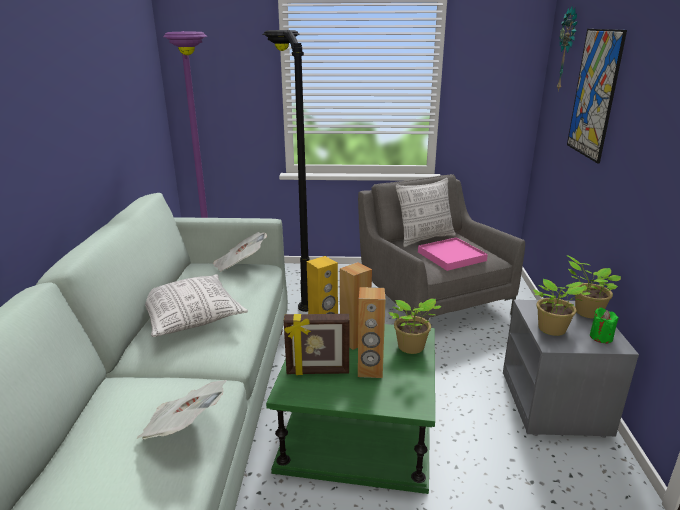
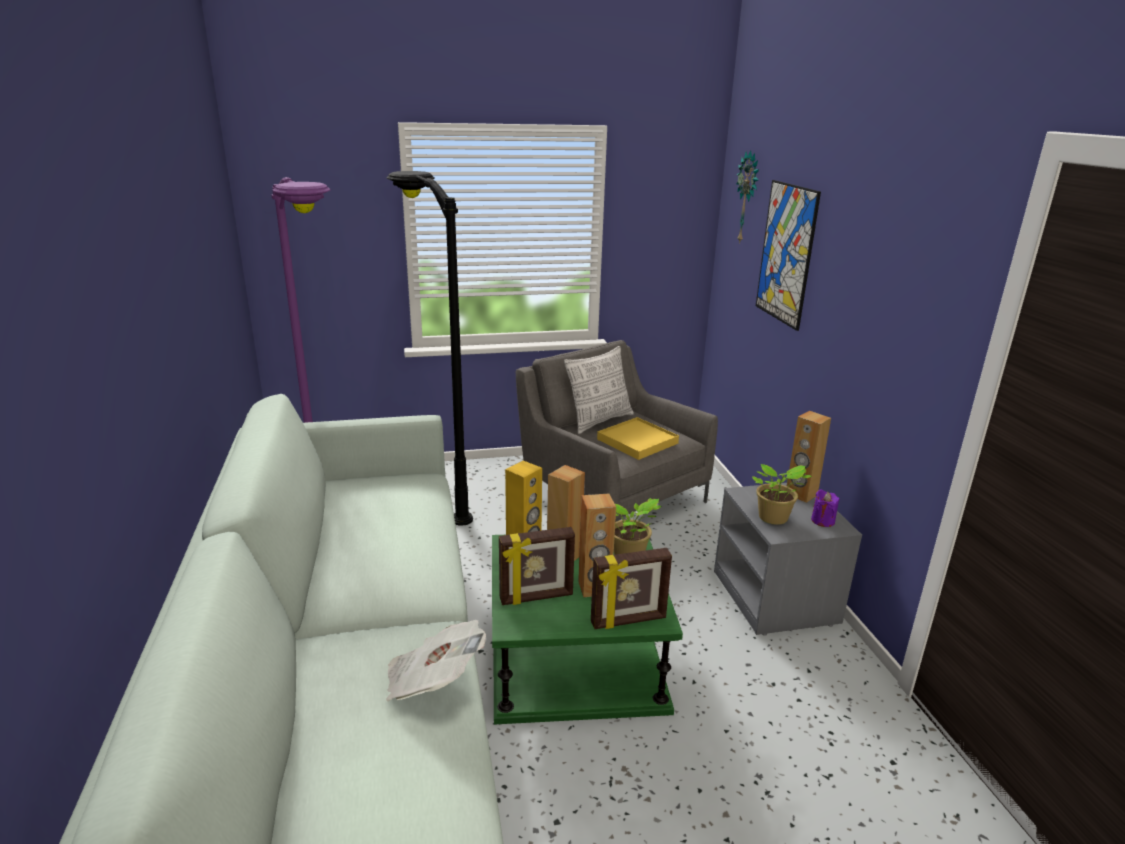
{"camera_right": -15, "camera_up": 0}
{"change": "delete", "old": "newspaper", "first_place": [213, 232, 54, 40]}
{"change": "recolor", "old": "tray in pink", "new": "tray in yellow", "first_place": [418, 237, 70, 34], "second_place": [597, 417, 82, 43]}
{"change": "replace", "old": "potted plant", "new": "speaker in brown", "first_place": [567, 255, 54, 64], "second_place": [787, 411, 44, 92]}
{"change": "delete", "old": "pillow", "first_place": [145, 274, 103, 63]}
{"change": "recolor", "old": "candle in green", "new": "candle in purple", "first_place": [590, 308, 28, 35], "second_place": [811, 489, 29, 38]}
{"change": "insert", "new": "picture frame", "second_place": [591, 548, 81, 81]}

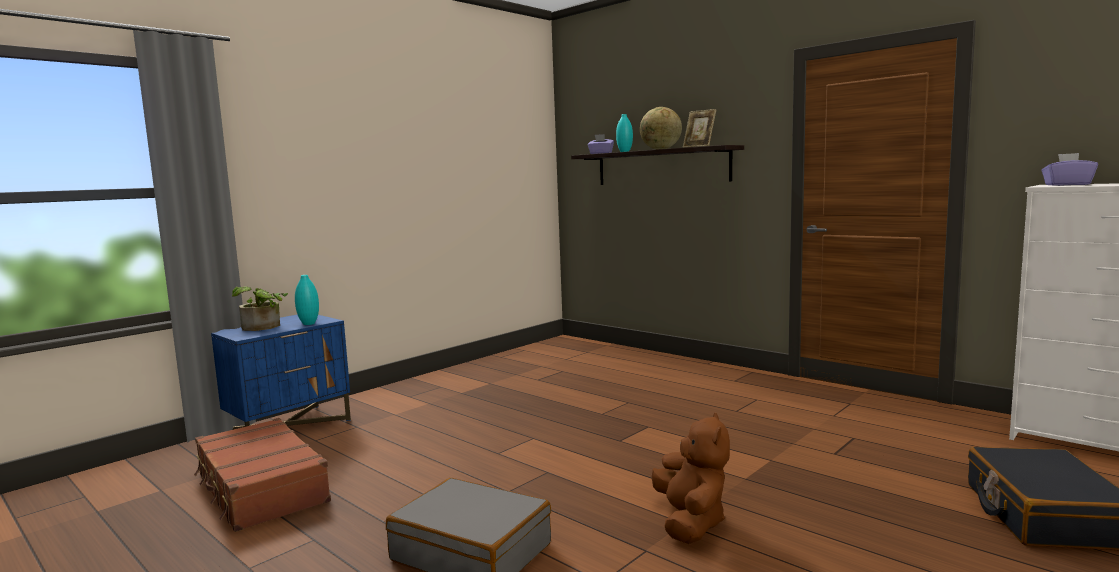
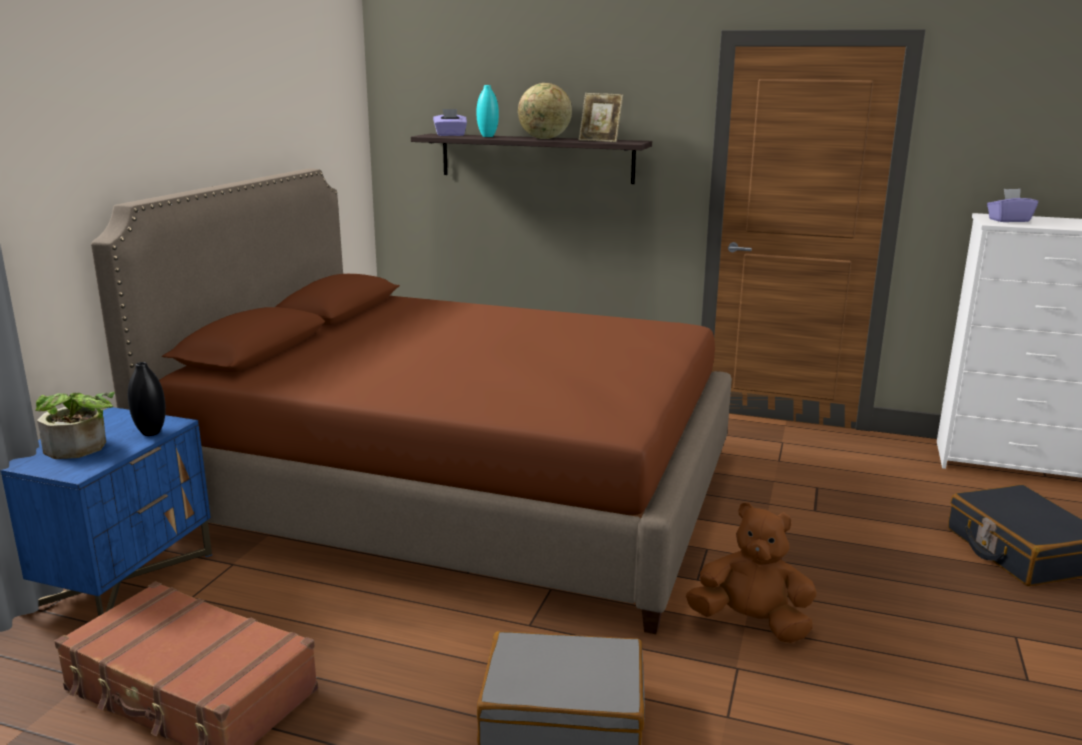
{"camera_right": -25, "camera_up": 10}
{"change": "recolor", "old": "vase in turquoise", "new": "vase in black", "first_place": [295, 275, 24, 50], "second_place": [128, 362, 38, 74]}
{"change": "rotate", "old": "plush toy in brown", "first_place": [651, 412, 79, 132], "second_place": [686, 503, 131, 140], "degrees": -45}
{"change": "insert", "new": "bed in brown", "second_place": [91, 169, 641, 465]}

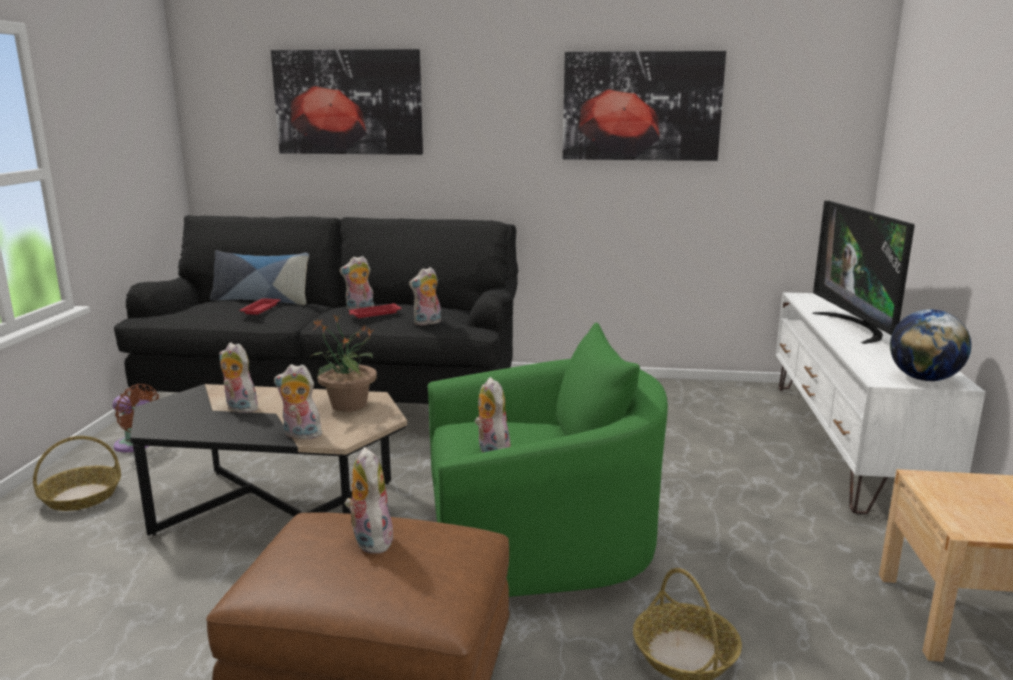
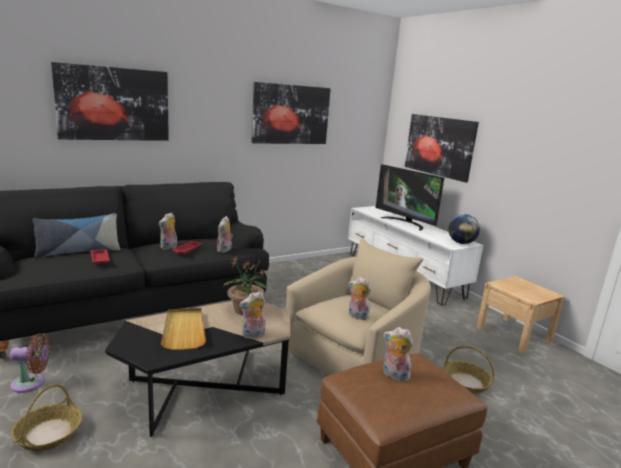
{"camera_right": -40, "camera_up": 0}
{"change": "recolor", "old": "armchair in green", "new": "armchair in beige", "first_place": [428, 323, 240, 274], "second_place": [286, 239, 145, 136]}
{"change": "replace", "old": "plush toy", "new": "tray in beige", "first_place": [219, 342, 39, 71], "second_place": [161, 308, 45, 42]}
{"change": "insert", "new": "picture", "second_place": [405, 114, 74, 69]}

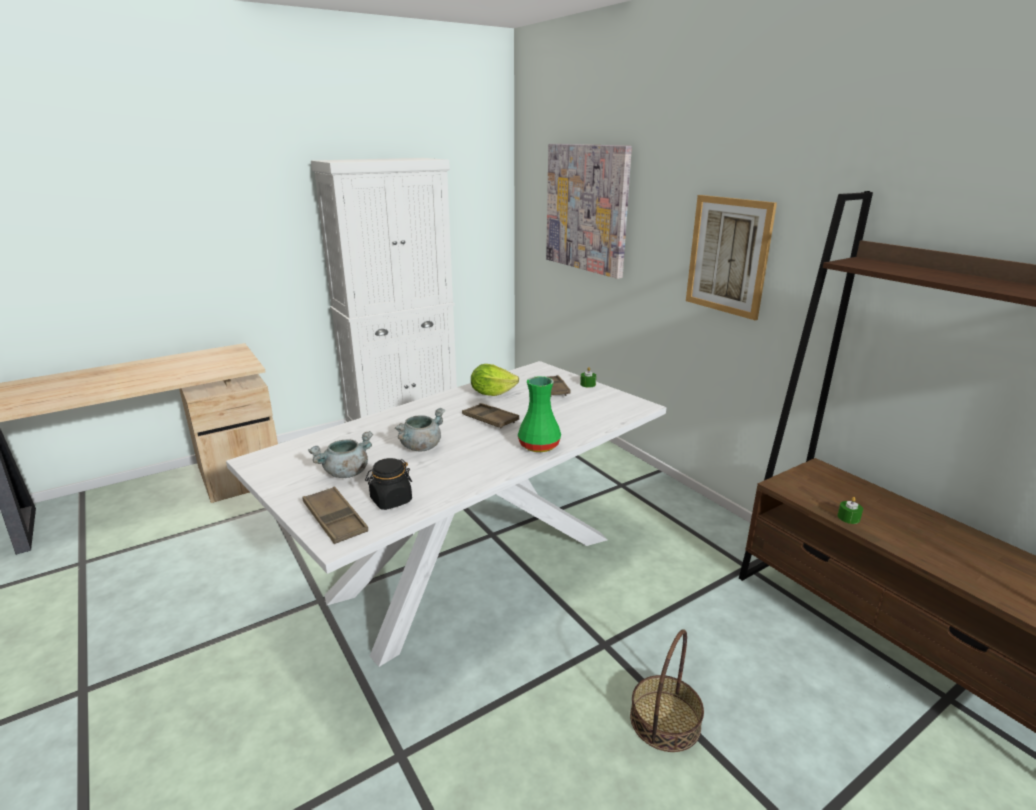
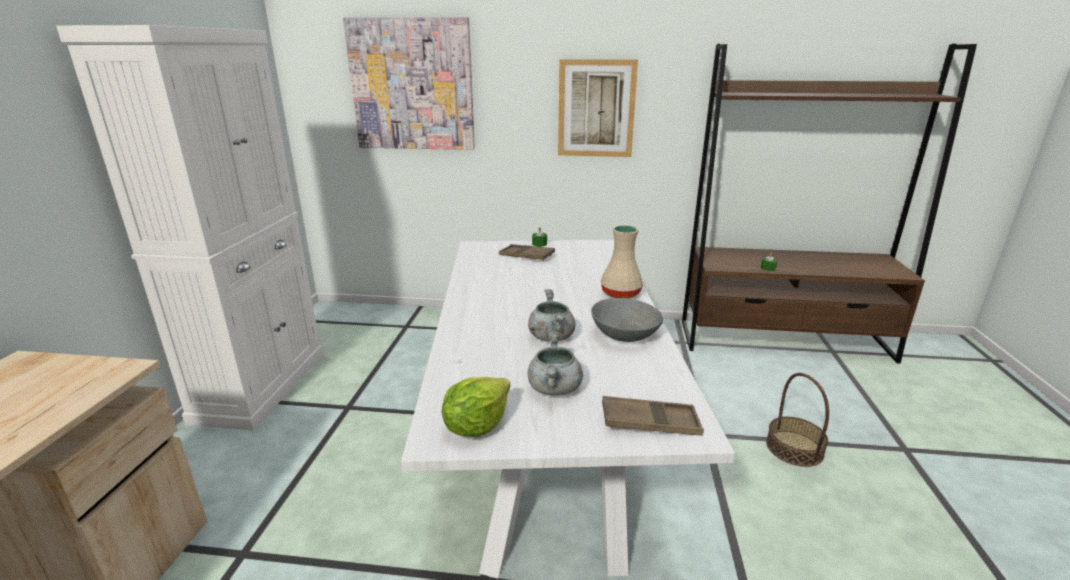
{"camera_right": -50, "camera_up": 0}
{"change": "move", "old": "lettuce", "first_place": [471, 364, 48, 32], "second_place": [442, 377, 68, 60]}
{"change": "recolor", "old": "vase in green", "new": "vase in beige", "first_place": [518, 376, 43, 76], "second_place": [601, 225, 42, 74]}
{"change": "delete", "old": "tray in brown", "first_place": [462, 403, 57, 25]}
{"change": "delete", "old": "jar in black", "first_place": [365, 458, 47, 52]}
{"change": "insert", "new": "bowl in grey", "second_place": [591, 298, 72, 44]}

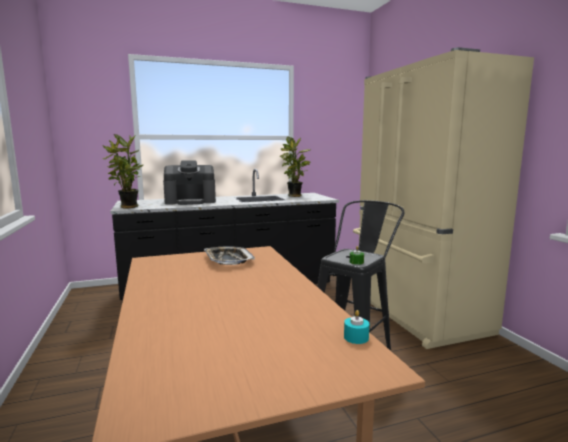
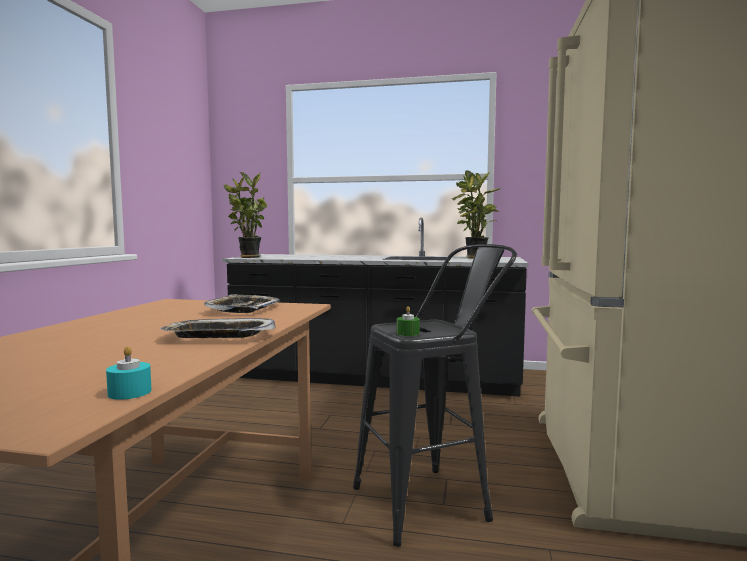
{"camera_right": 30, "camera_up": -5}
{"change": "delete", "old": "coffee machine", "first_place": [163, 160, 53, 45]}
{"change": "insert", "new": "tray", "second_place": [160, 318, 116, 20]}

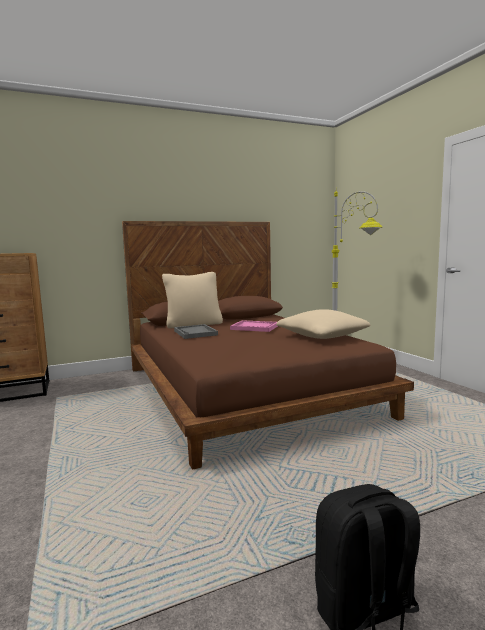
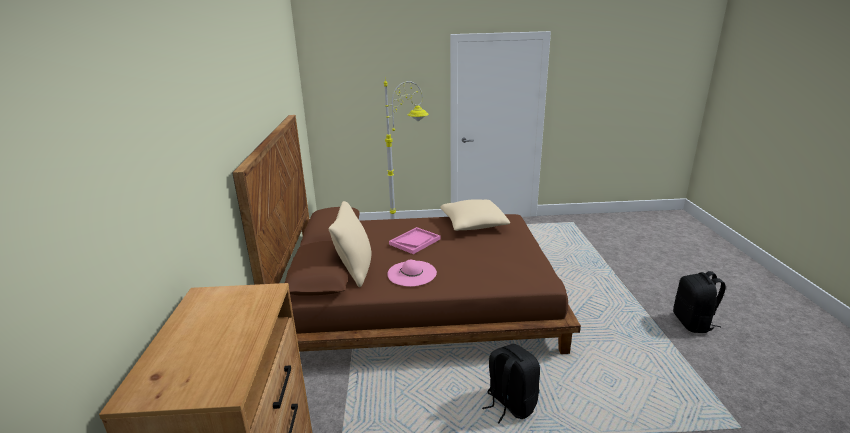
{"camera_right": -70, "camera_up": 15}
{"change": "replace", "old": "tray in grey", "new": "hat in pink", "first_place": [174, 324, 44, 15], "second_place": [387, 260, 50, 27]}
{"change": "insert", "new": "backpack in black", "second_place": [482, 344, 58, 79]}

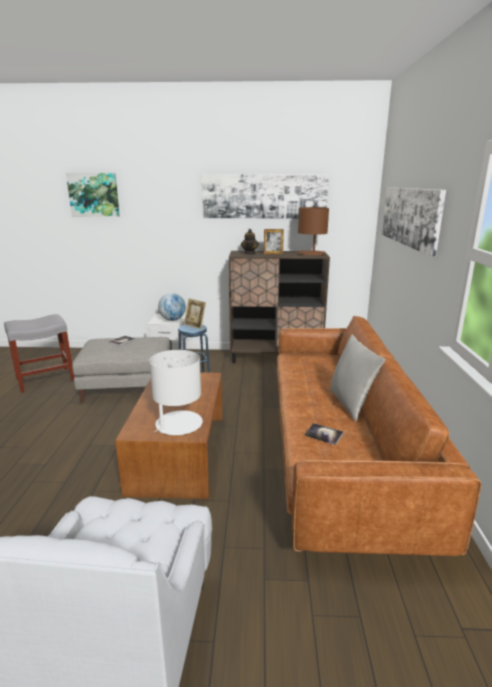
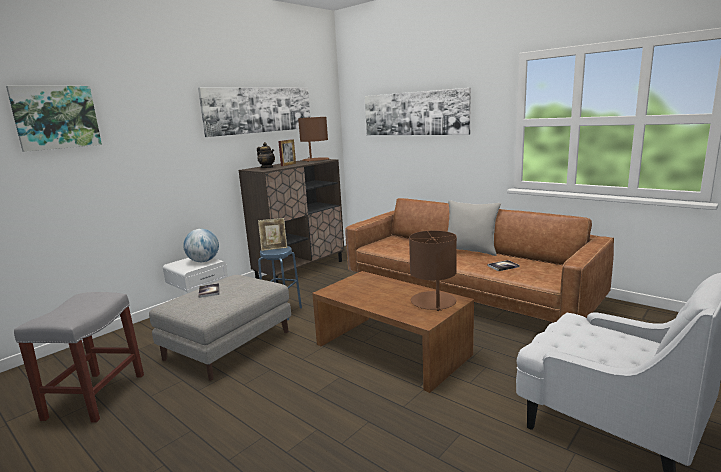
{"camera_right": -50, "camera_up": -5}
{"change": "recolor", "old": "table lamp in white", "new": "table lamp in brown", "first_place": [149, 350, 54, 85], "second_place": [409, 230, 48, 81]}

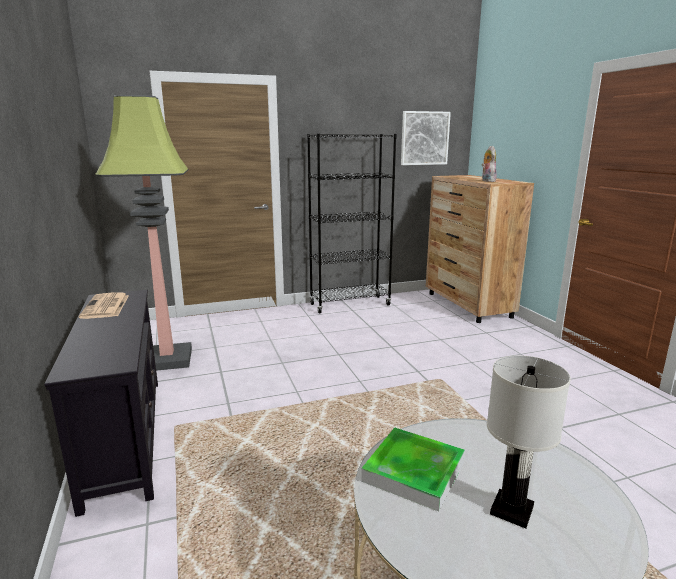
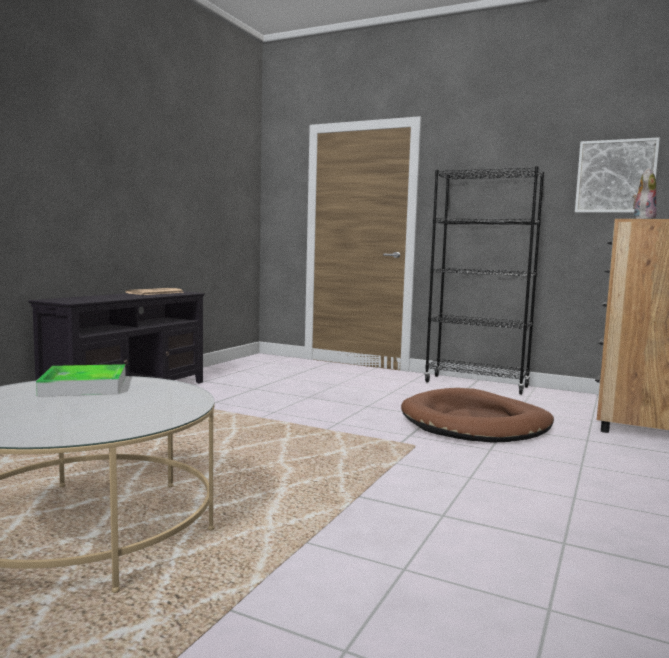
{"camera_right": 45, "camera_up": -10}
{"change": "delete", "old": "floor lamp", "first_place": [95, 95, 97, 276]}
{"change": "delete", "old": "table lamp in white", "first_place": [487, 355, 84, 173]}
{"change": "insert", "new": "dog bed in brown", "second_place": [401, 388, 153, 55]}

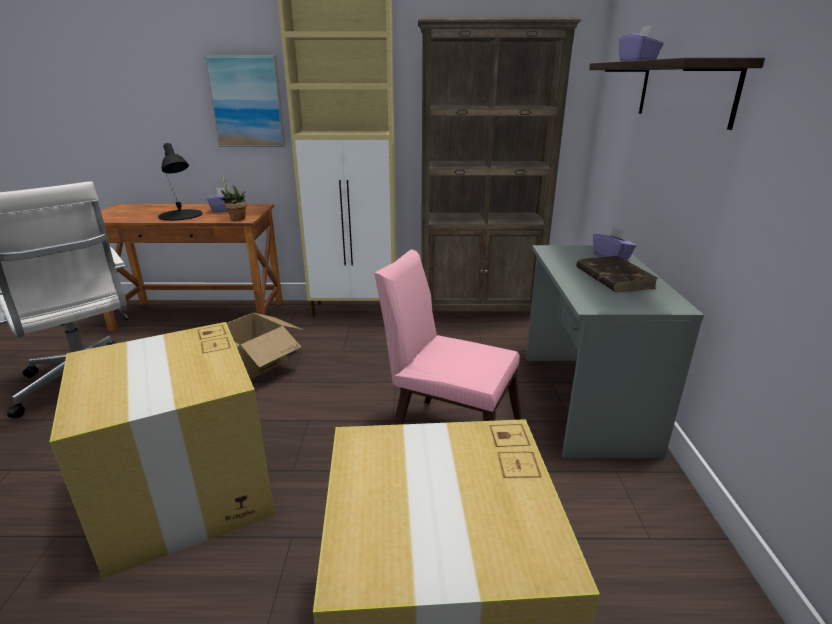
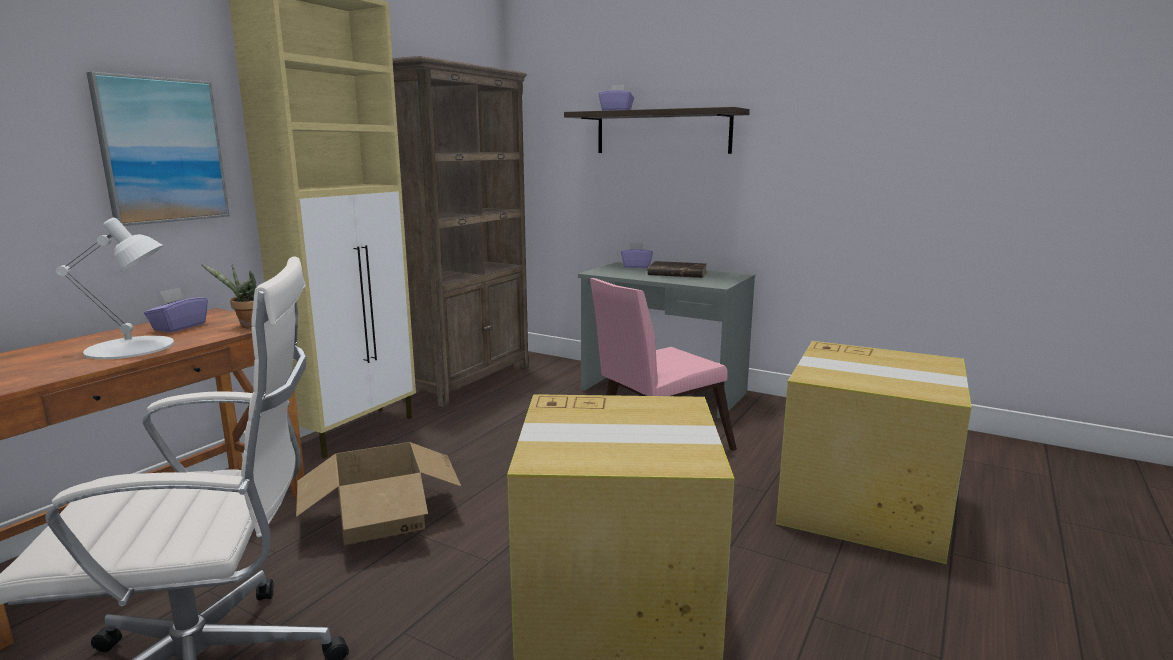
{"camera_right": -60, "camera_up": -10}
{"change": "recolor", "old": "table lamp in black", "new": "table lamp in white", "first_place": [158, 143, 45, 78], "second_place": [56, 218, 118, 141]}

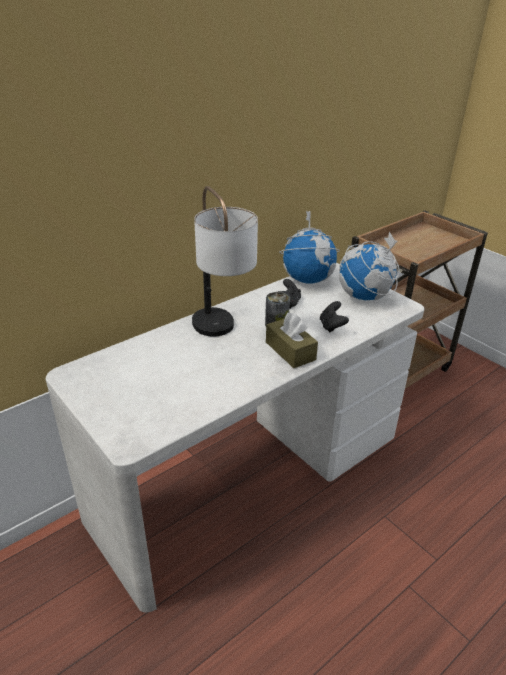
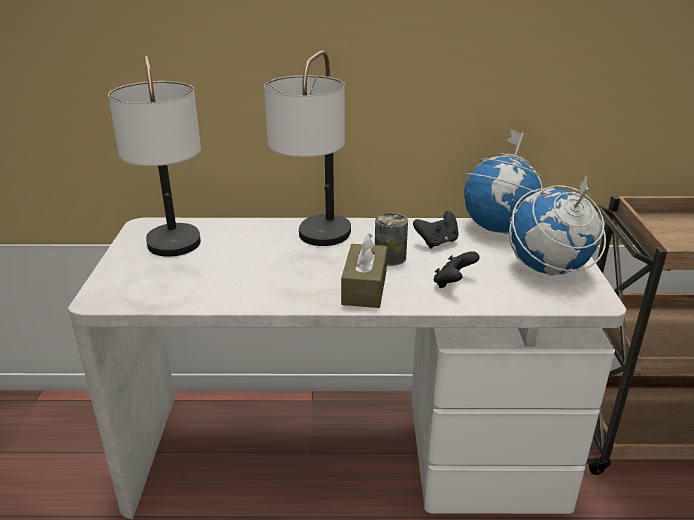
{"camera_right": 40, "camera_up": -5}
{"change": "insert", "new": "table lamp", "second_place": [108, 55, 93, 202]}

